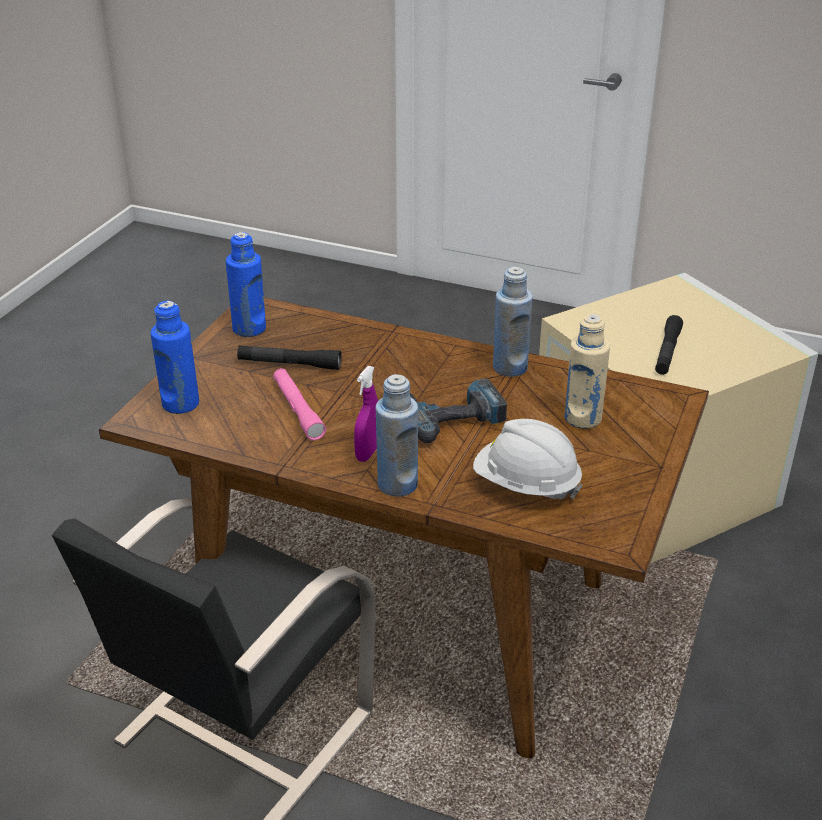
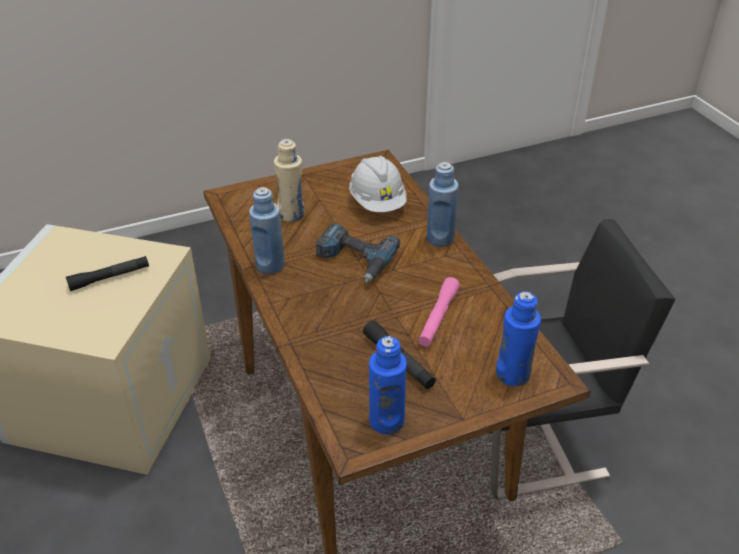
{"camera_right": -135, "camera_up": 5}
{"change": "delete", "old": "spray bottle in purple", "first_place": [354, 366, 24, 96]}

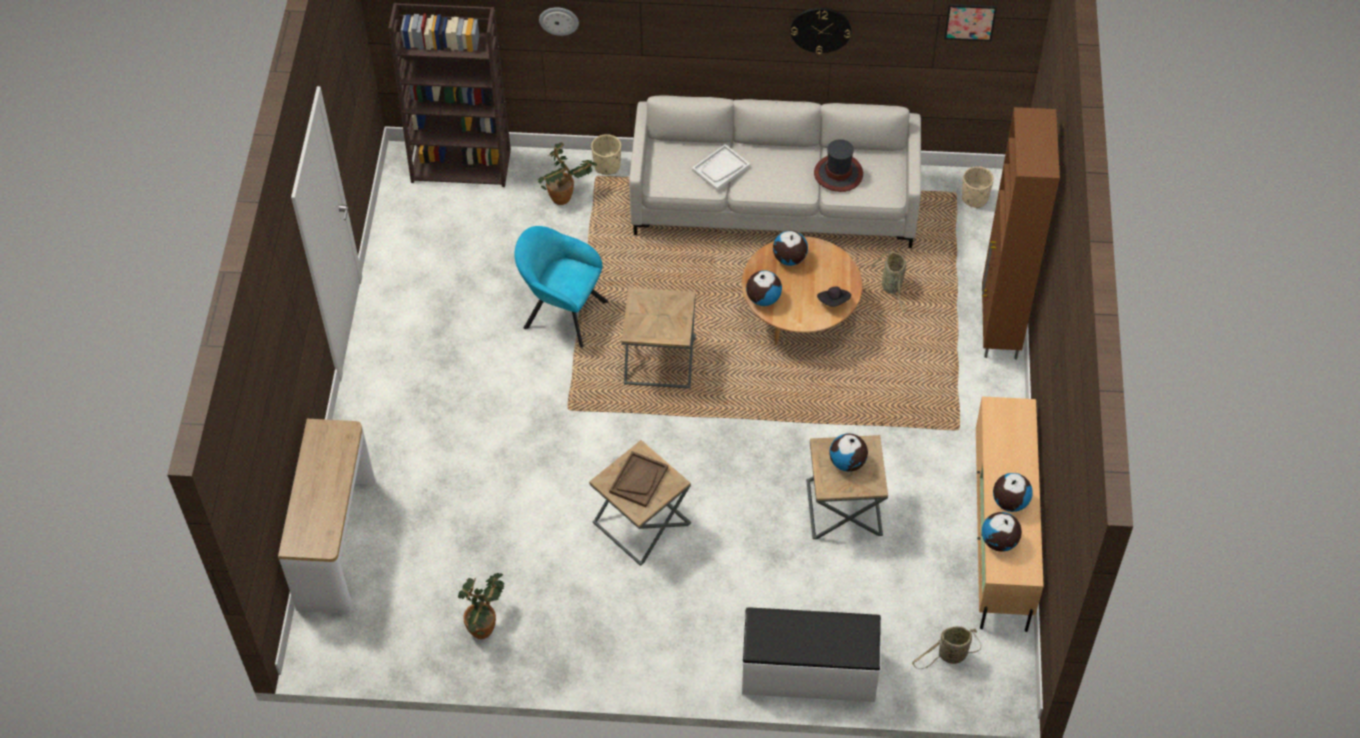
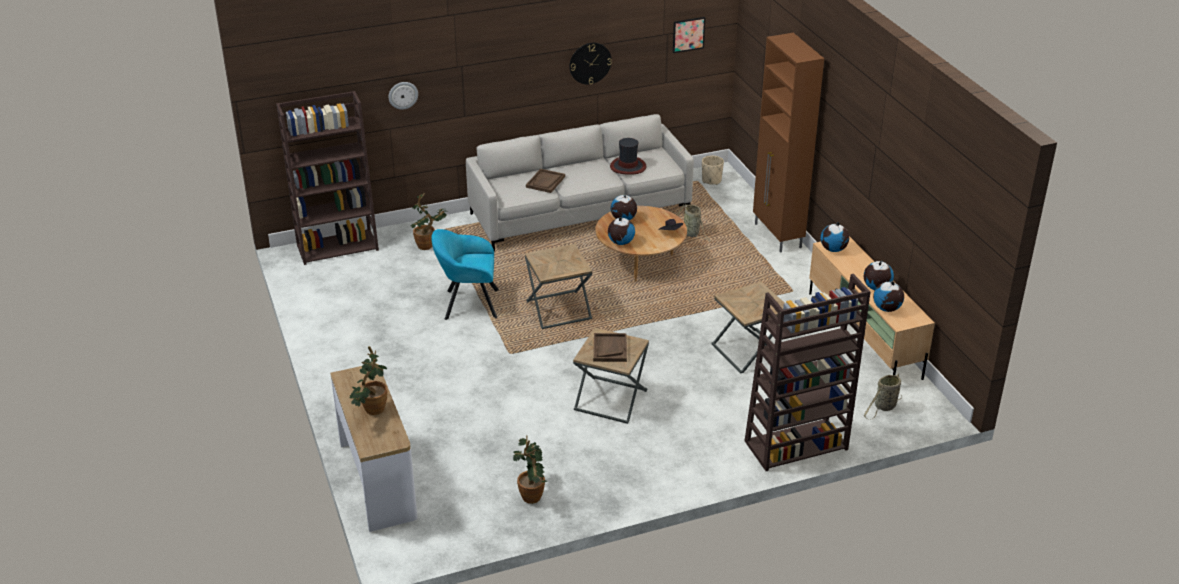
{"camera_right": -25, "camera_up": -20}
{"change": "delete", "old": "planter in beige", "first_place": [591, 134, 30, 41]}
{"change": "recolor", "old": "tray in white", "new": "tray in brown", "first_place": [692, 144, 58, 47], "second_place": [526, 169, 39, 24]}
{"change": "move", "old": "globe", "first_place": [829, 433, 39, 39], "second_place": [821, 222, 28, 30]}
{"change": "replace", "old": "bench in white", "new": "bookcase in brown", "first_place": [742, 607, 139, 95], "second_place": [745, 274, 125, 197]}
{"change": "insert", "new": "potted plant", "second_place": [350, 346, 38, 69]}

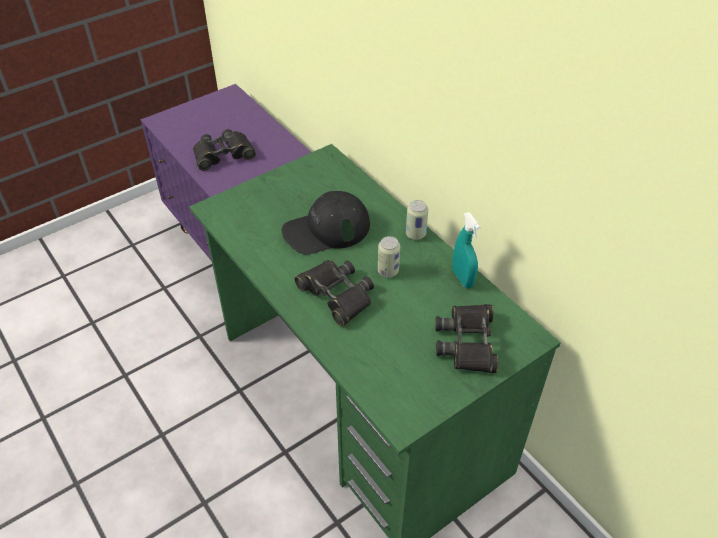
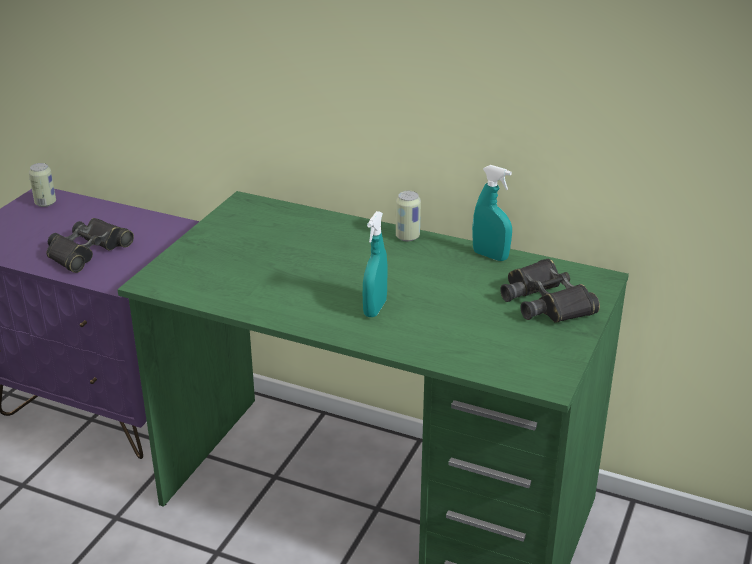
{"camera_right": -30, "camera_up": -15}
{"change": "delete", "old": "cap in black", "first_place": [282, 191, 88, 64]}
{"change": "move", "old": "can", "first_place": [378, 236, 22, 41], "second_place": [29, 163, 27, 44]}
{"change": "replace", "old": "binoculars in black", "new": "spray bottle in turquoise", "first_place": [294, 260, 80, 66], "second_place": [363, 211, 24, 106]}

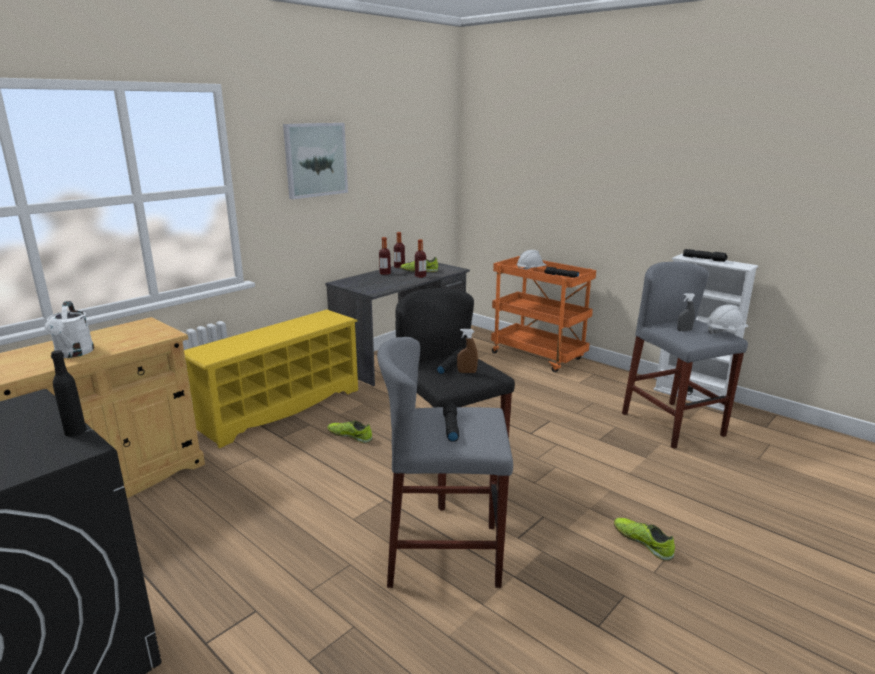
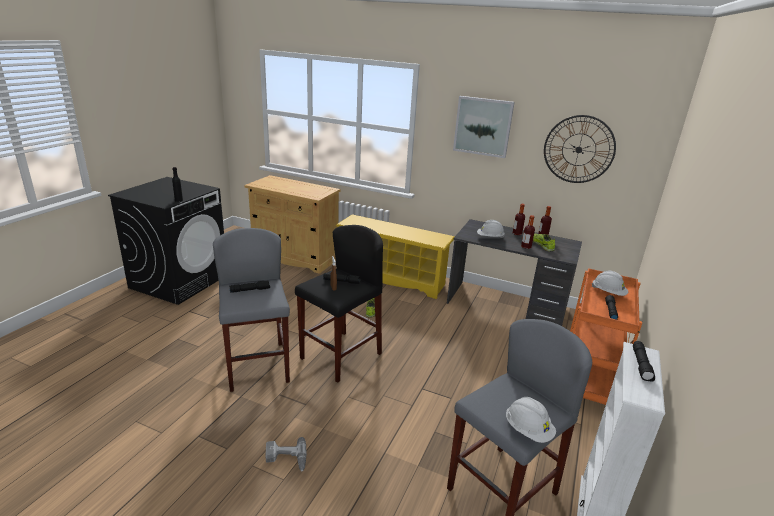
{"camera_right": 70, "camera_up": 5}
{"change": "delete", "old": "spray bottle in grey", "first_place": [677, 293, 18, 38]}
{"change": "delete", "old": "watering can in white", "first_place": [45, 301, 49, 57]}
{"change": "replace", "old": "shoe", "new": "power drill", "first_place": [614, 518, 61, 43], "second_place": [266, 437, 41, 34]}
{"change": "insert", "new": "wall clock", "second_place": [544, 115, 72, 68]}
{"change": "insert", "new": "hard hat in white", "second_place": [477, 220, 28, 18]}

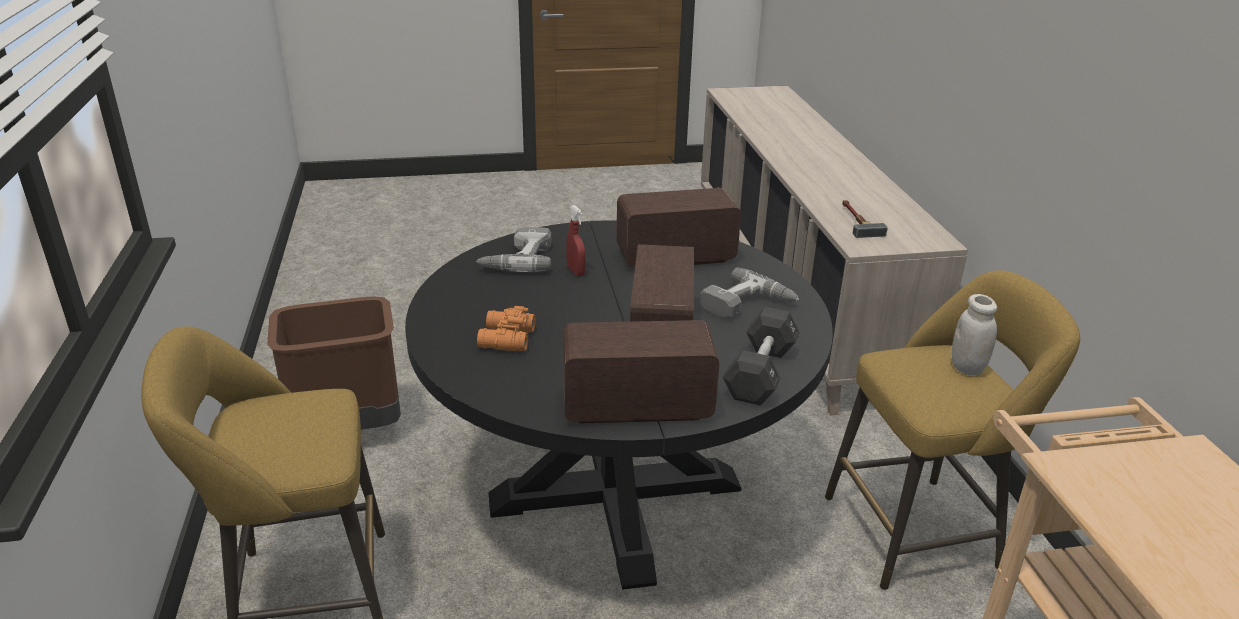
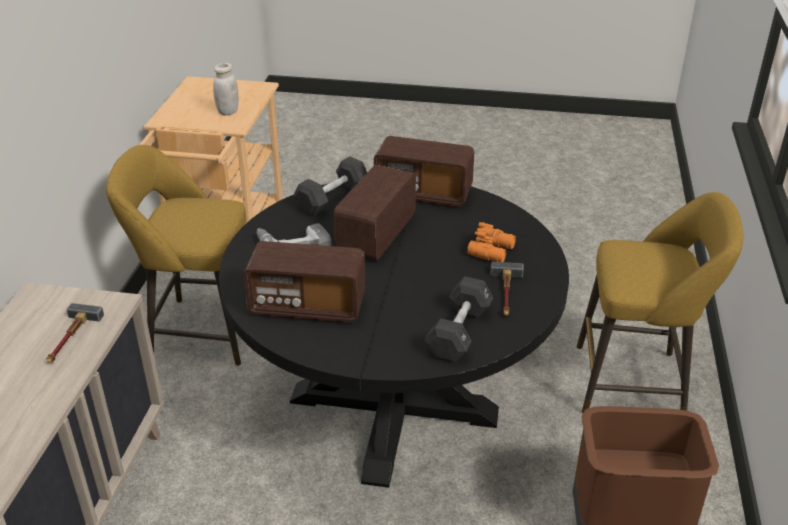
{"camera_right": -160, "camera_up": 5}
{"change": "delete", "old": "spray bottle in red", "first_place": [566, 205, 20, 71]}
{"change": "replace", "old": "power drill", "new": "dumbbell in black", "first_place": [476, 227, 75, 45], "second_place": [424, 276, 69, 87]}
{"change": "move", "old": "jar in white", "first_place": [952, 294, 45, 81], "second_place": [213, 63, 26, 52]}
{"change": "insert", "new": "hammer", "second_place": [490, 262, 34, 54]}

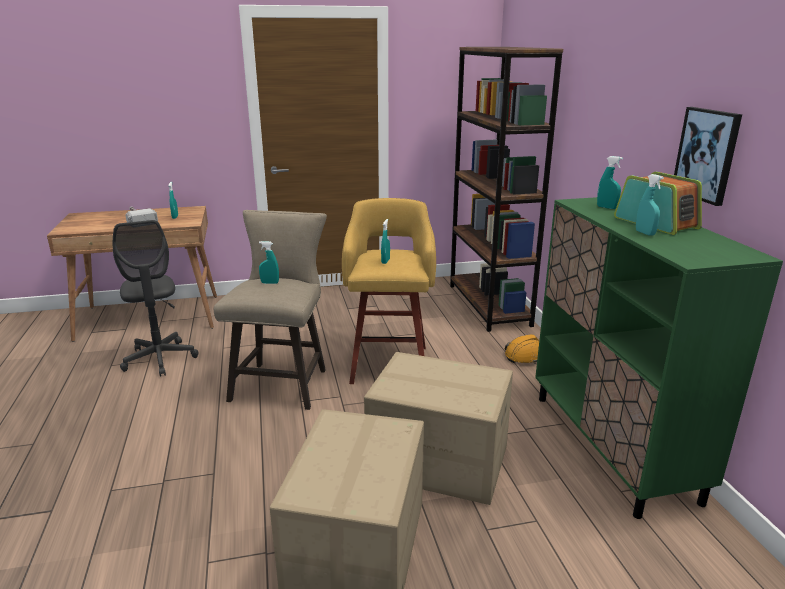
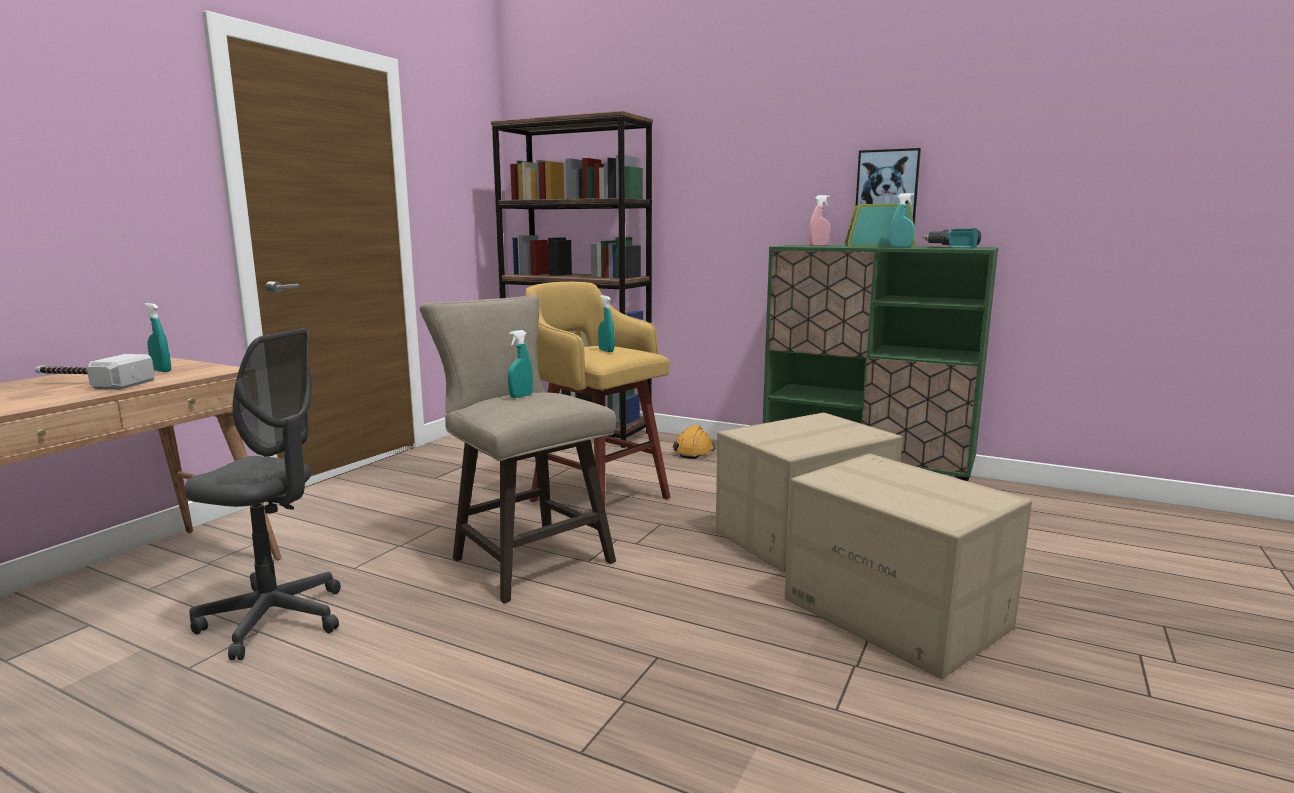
{"camera_right": -50, "camera_up": -10}
{"change": "recolor", "old": "spray bottle in turquoise", "new": "spray bottle in pink", "first_place": [597, 156, 26, 53], "second_place": [809, 195, 22, 51]}
{"change": "insert", "new": "power drill", "second_place": [922, 228, 59, 21]}

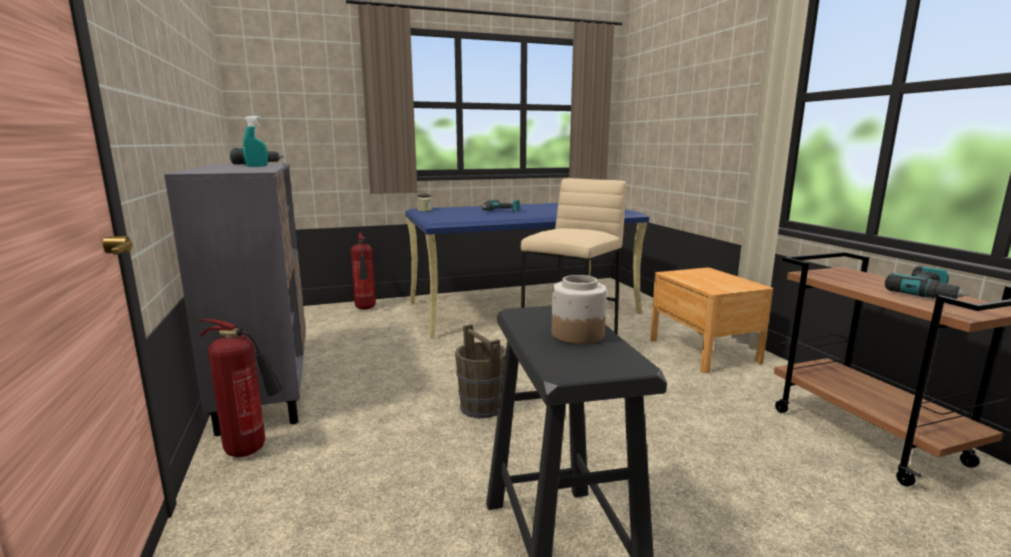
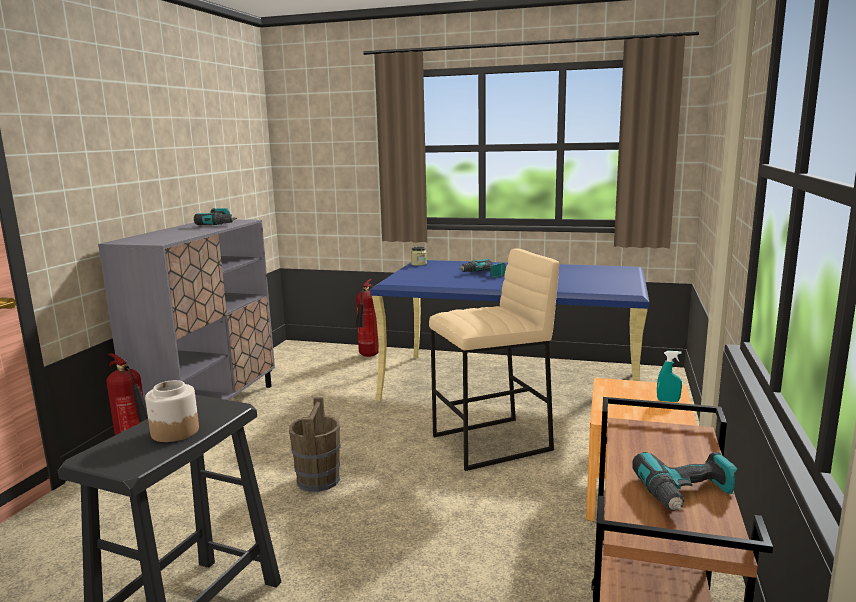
{"camera_right": 35, "camera_up": 0}
{"change": "move", "old": "spray bottle in turquoise", "first_place": [243, 116, 25, 51], "second_place": [657, 351, 25, 51]}

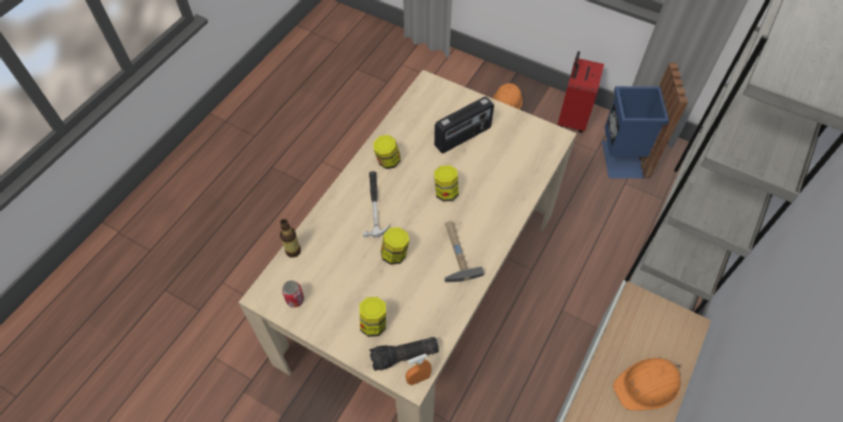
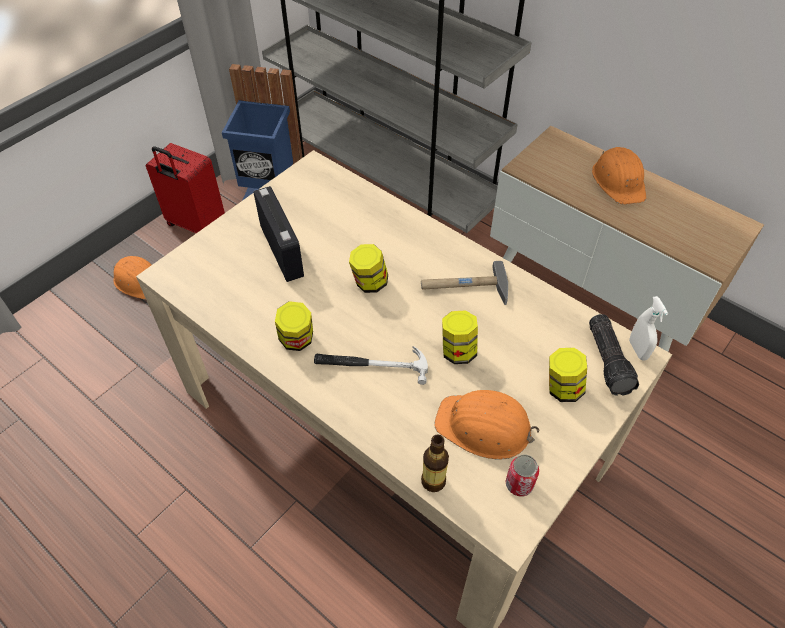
{"camera_right": -80, "camera_up": -5}
{"change": "recolor", "old": "spray bottle in orange", "new": "spray bottle in white", "first_place": [406, 354, 26, 31], "second_place": [629, 296, 39, 65]}
{"change": "insert", "new": "hard hat in orange", "second_place": [434, 390, 106, 70]}

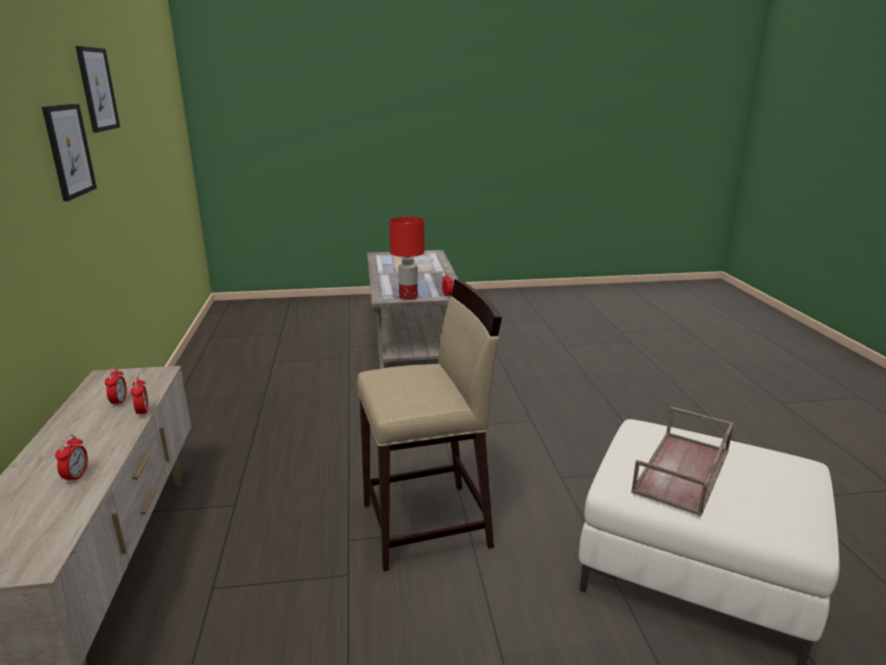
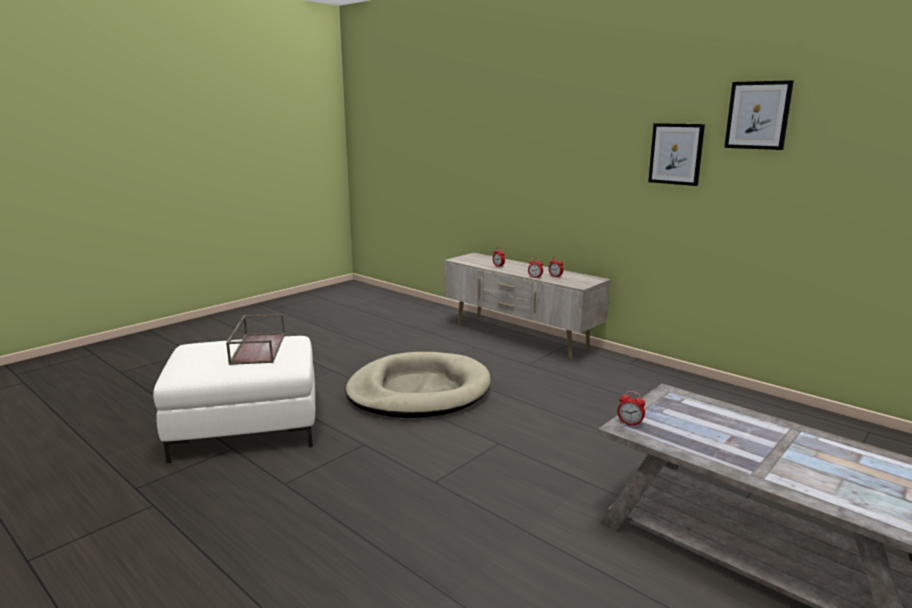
{"camera_right": 140, "camera_up": -5}
{"change": "delete", "old": "table lamp in red", "first_place": [389, 217, 36, 83]}
{"change": "replace", "old": "stool in beige", "new": "dog bed in beige", "first_place": [357, 279, 145, 293], "second_place": [346, 352, 145, 66]}

